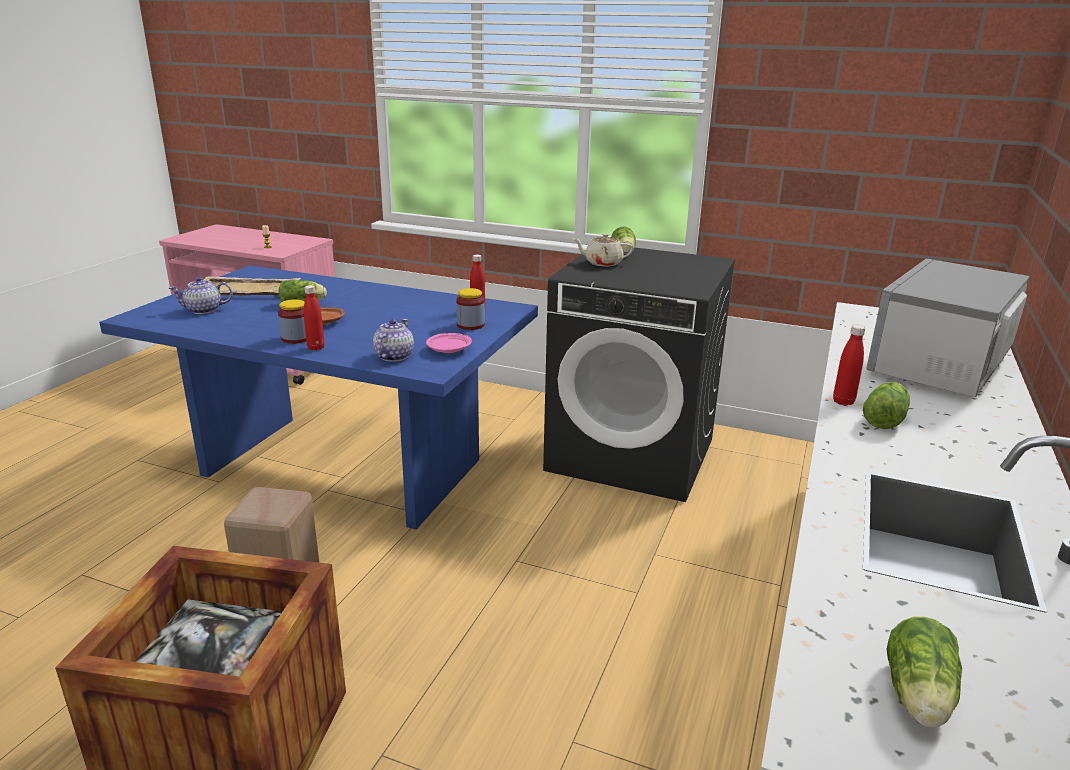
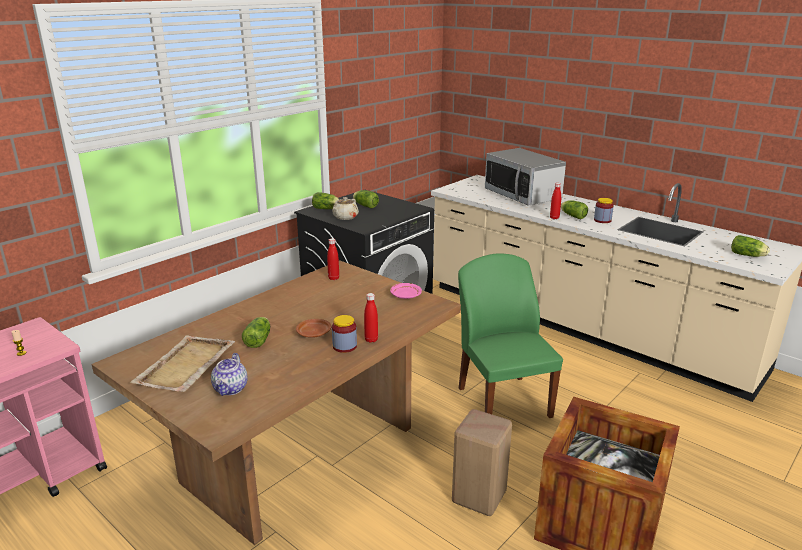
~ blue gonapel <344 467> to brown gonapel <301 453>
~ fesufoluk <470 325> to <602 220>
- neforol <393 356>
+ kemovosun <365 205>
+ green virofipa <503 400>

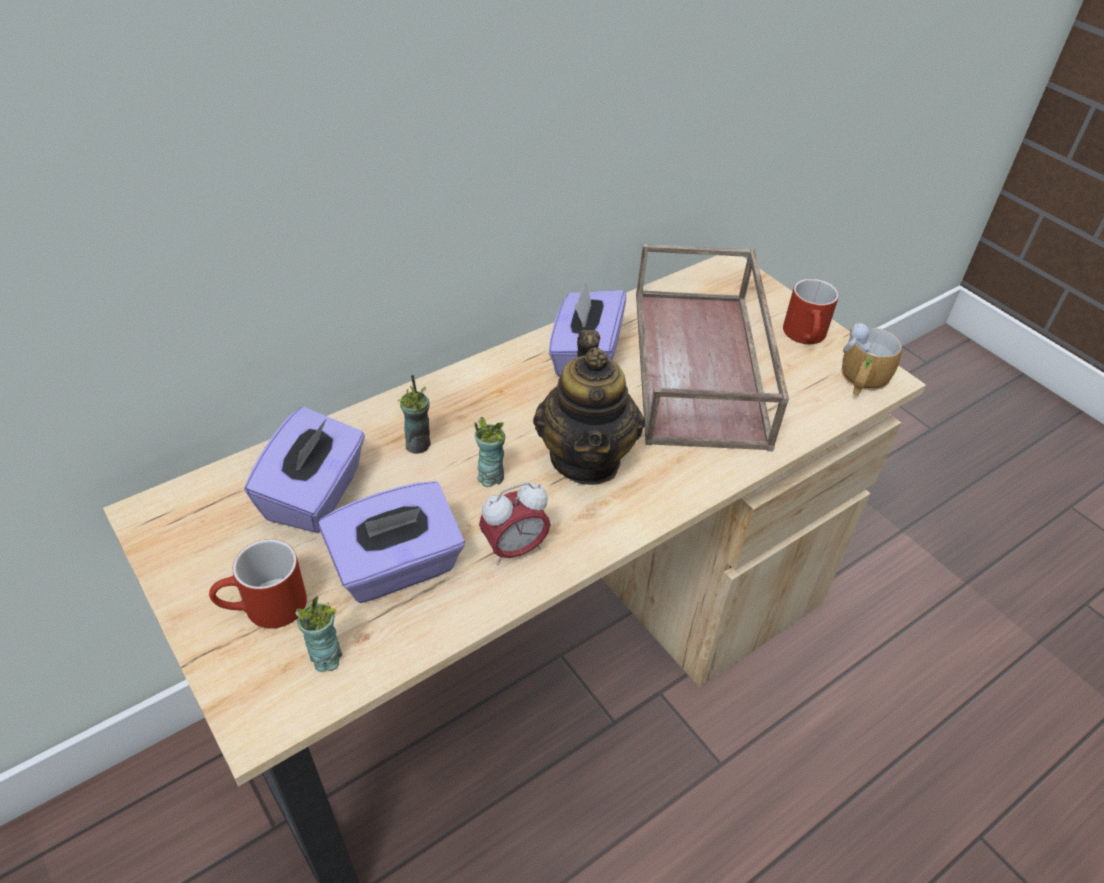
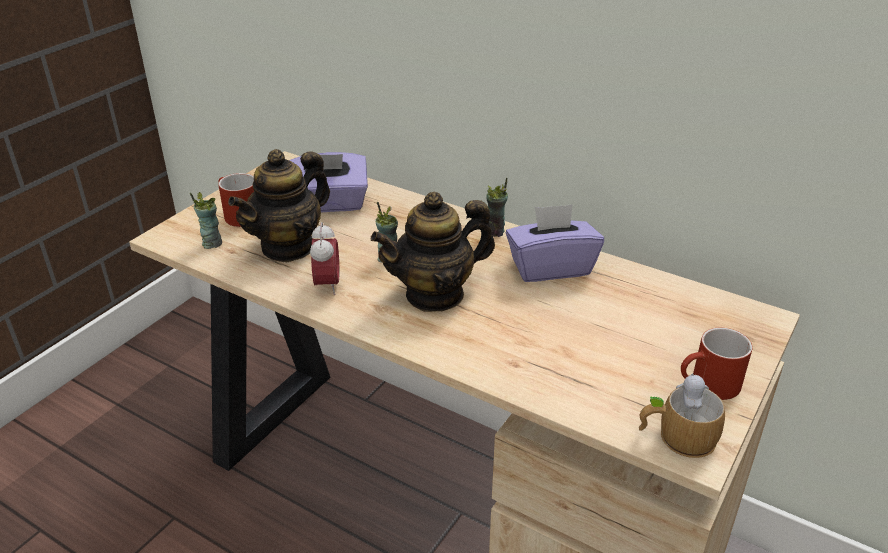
- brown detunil <701 367>
~ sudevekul <418 444> to <495 232>
~ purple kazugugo <397 567> to neforol <288 247>
~ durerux <514 549> = <327 285> 135 degrees counterclockwise

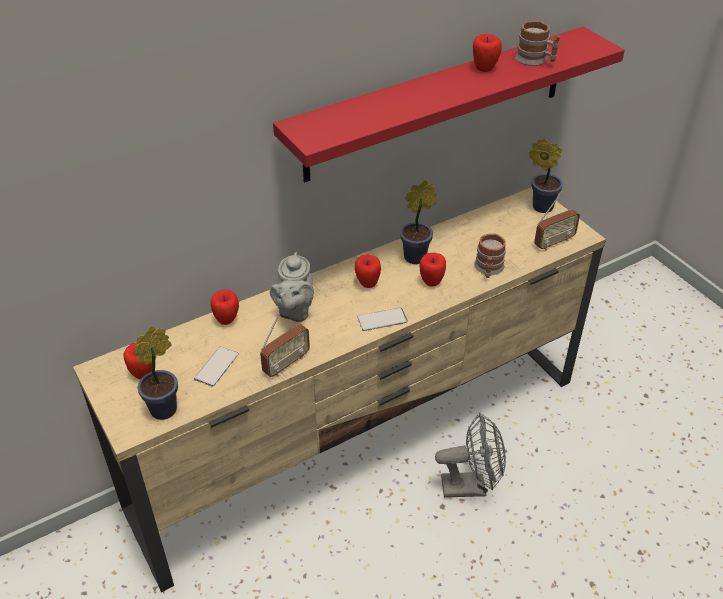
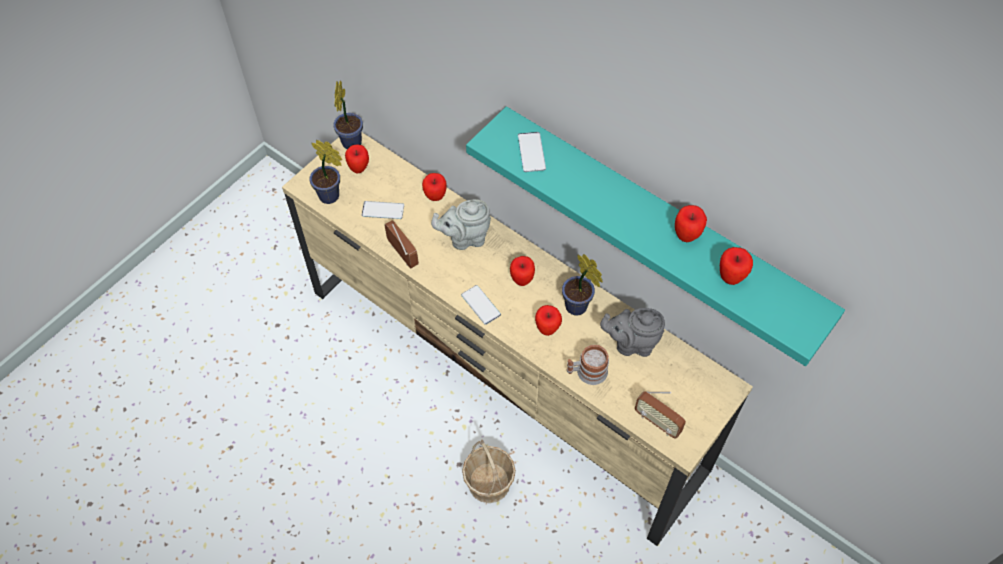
~ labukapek <536 60> to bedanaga <731 277>
~ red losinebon <438 103> to turquoise losinebon <659 224>
~ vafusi <540 206> to <352 140>
~ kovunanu <286 364> = <402 254> 150 degrees counterclockwise
~ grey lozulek <471 486> to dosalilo <489 482>
+ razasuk <531 152>
+ grey neforol <631 343>

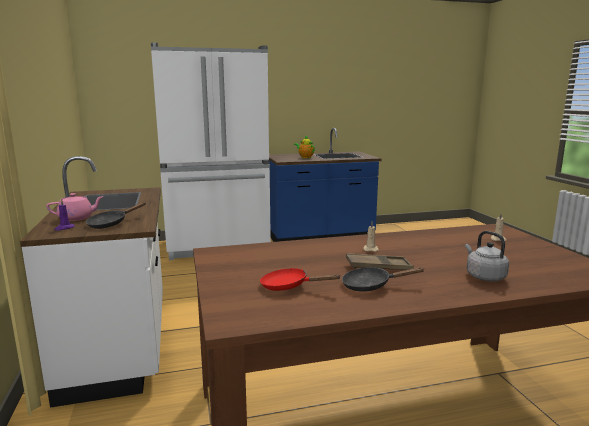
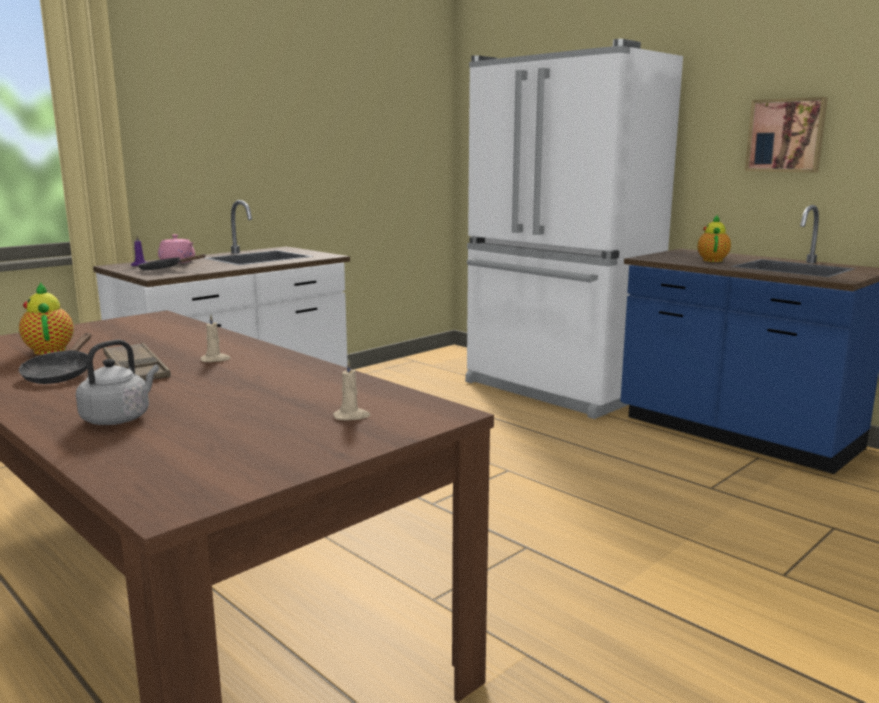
~ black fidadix <371 285> = <60 374> 150 degrees counterclockwise
~ red fidadix <289 286> to neforol <49 350>
+ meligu <786 135>

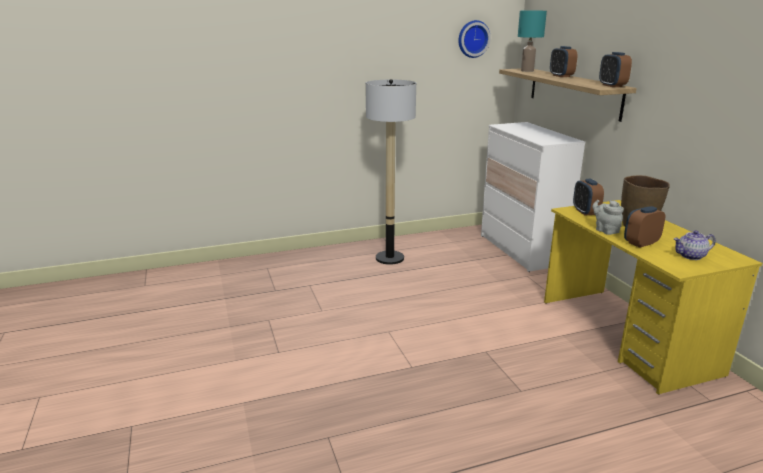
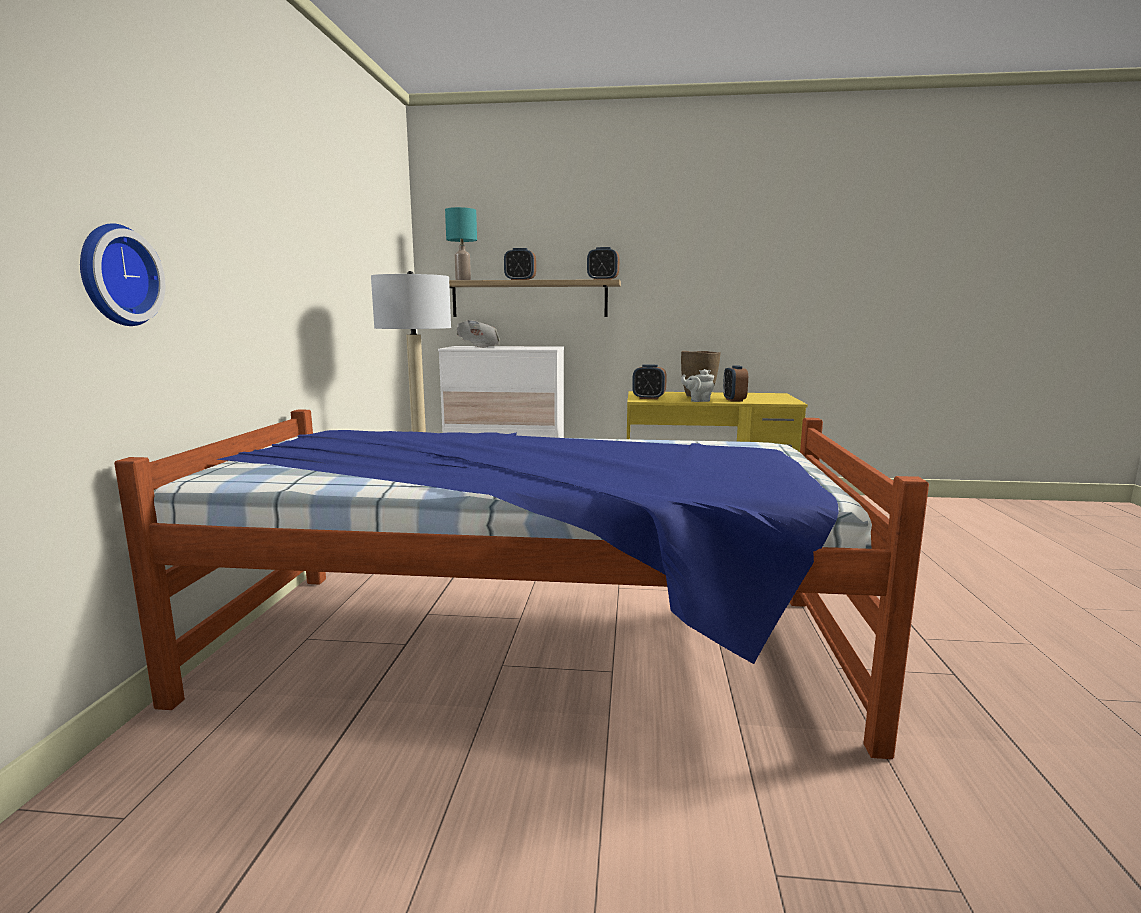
~ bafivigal <473 39> to <115 275>
- neforol <690 256>
+ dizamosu <478 346>
+ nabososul <529 648>

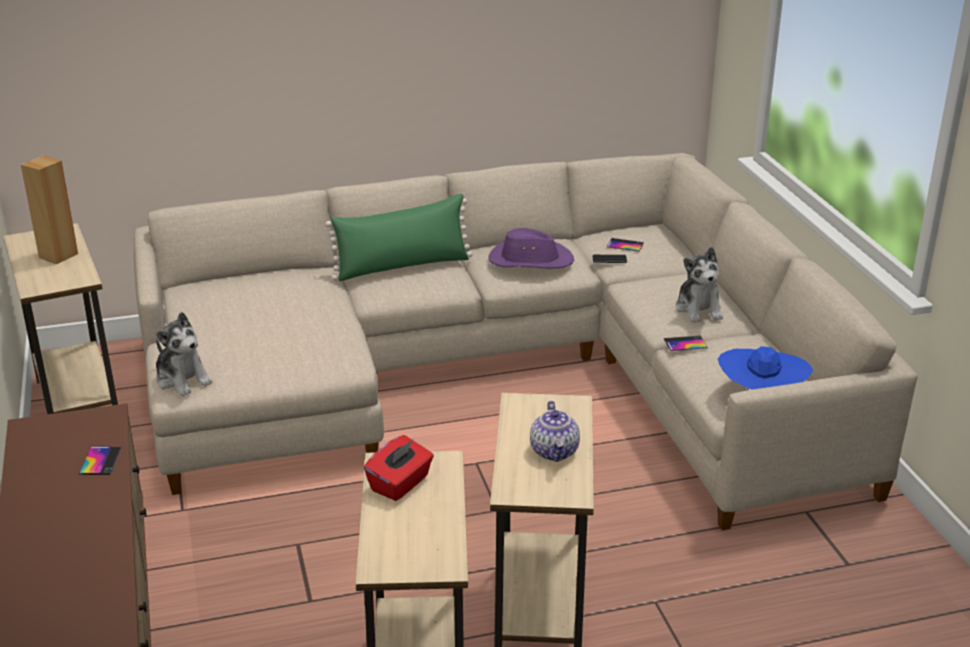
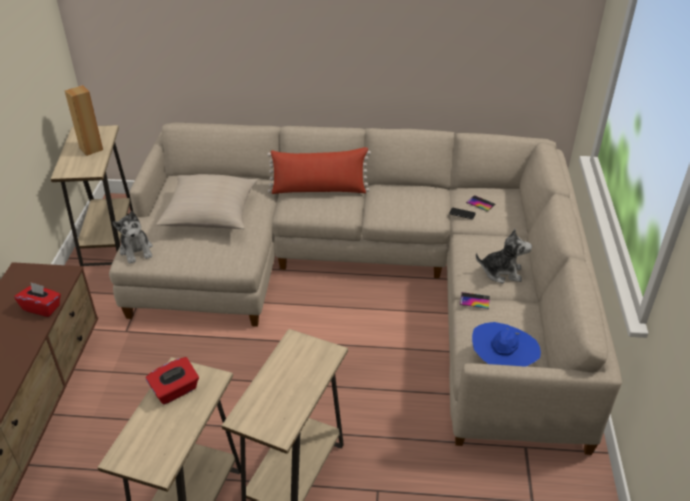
~ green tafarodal <402 266> to red tafarodal <319 190>
- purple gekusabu <530 260>
~ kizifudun <698 309> = <501 272> 90 degrees counterclockwise
- neforol <555 452>
~ razasuk <100 461> to red kazugugo <42 308>
+ beige tafarodal <210 214>

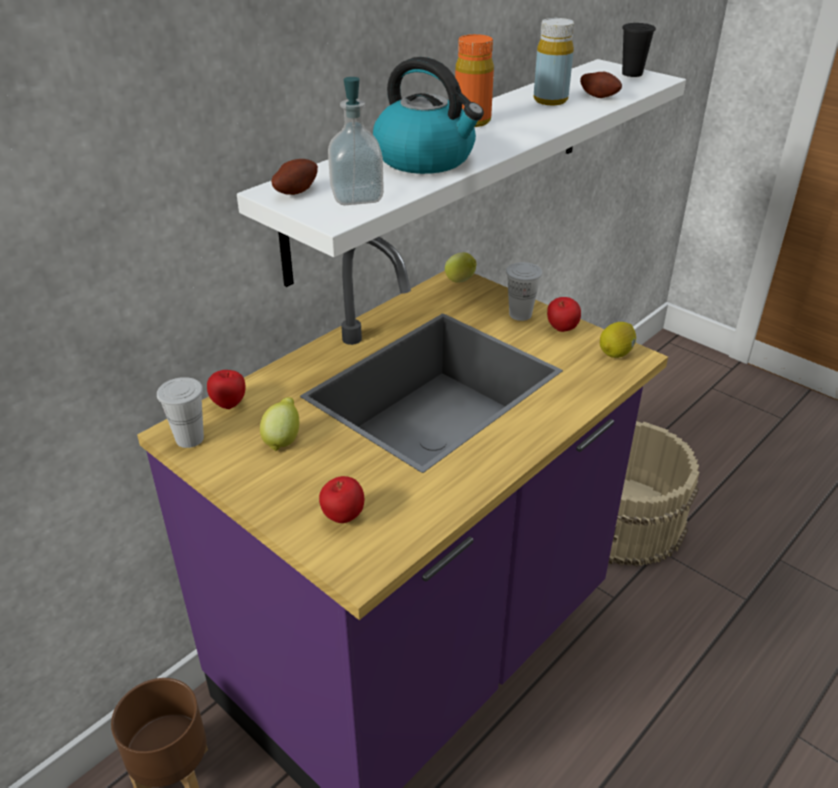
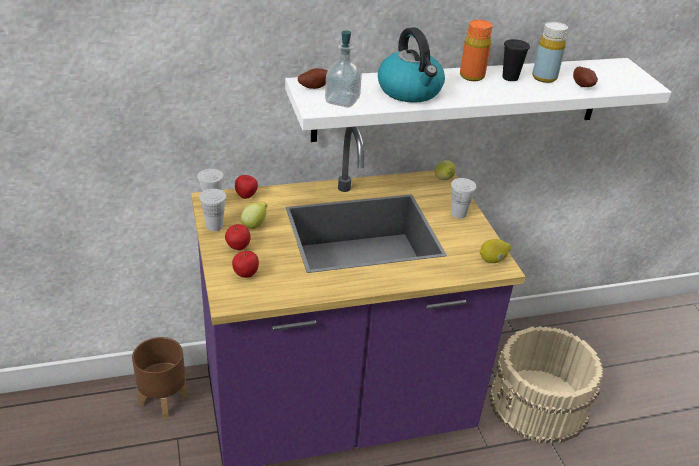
~ black sudevekul <632 74> to <510 77>
~ bedanaga <561 330> to <238 248>
+ white sudevekul <214 226>

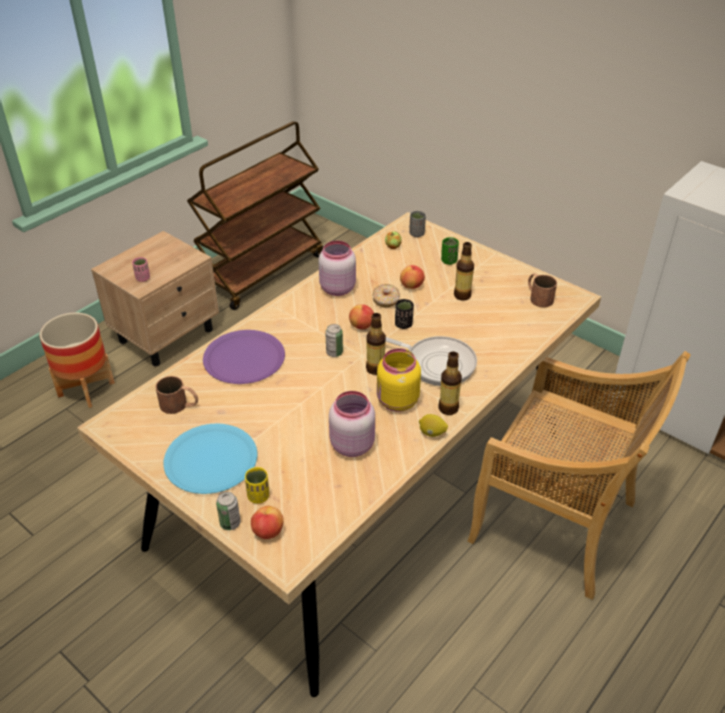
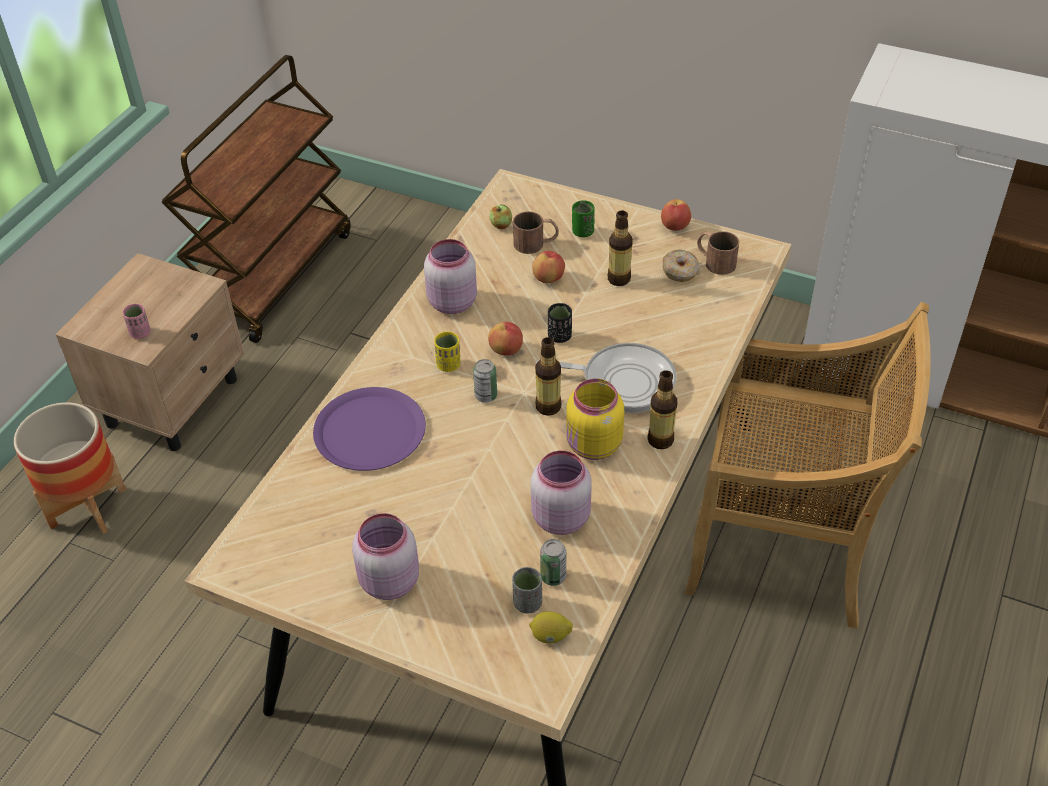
~ grey sudevekul <416 234> to <527 603>
~ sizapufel <386 300> to <680 271>
~ brown labukapek <180 405> to <536 243>
~ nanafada <432 433> to <550 636>
~ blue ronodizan <211 459> to pink fesufoluk <387 581>
~ yellow sudevekul <258 496> to <448 365>
~ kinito <230 523> to <553 576>
~ bedanaga <268 532> to <675 226>

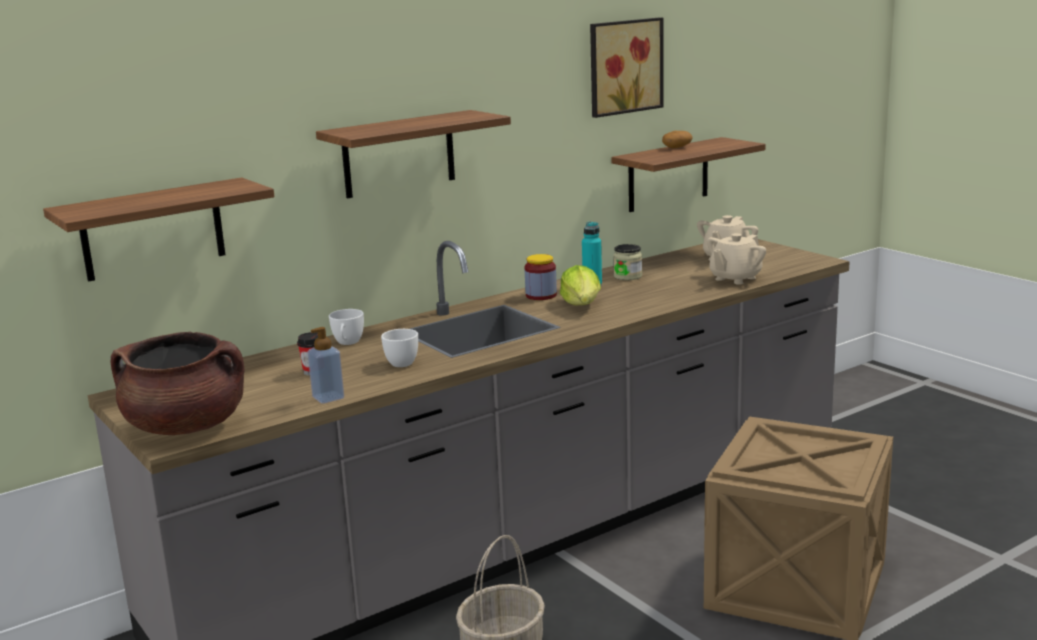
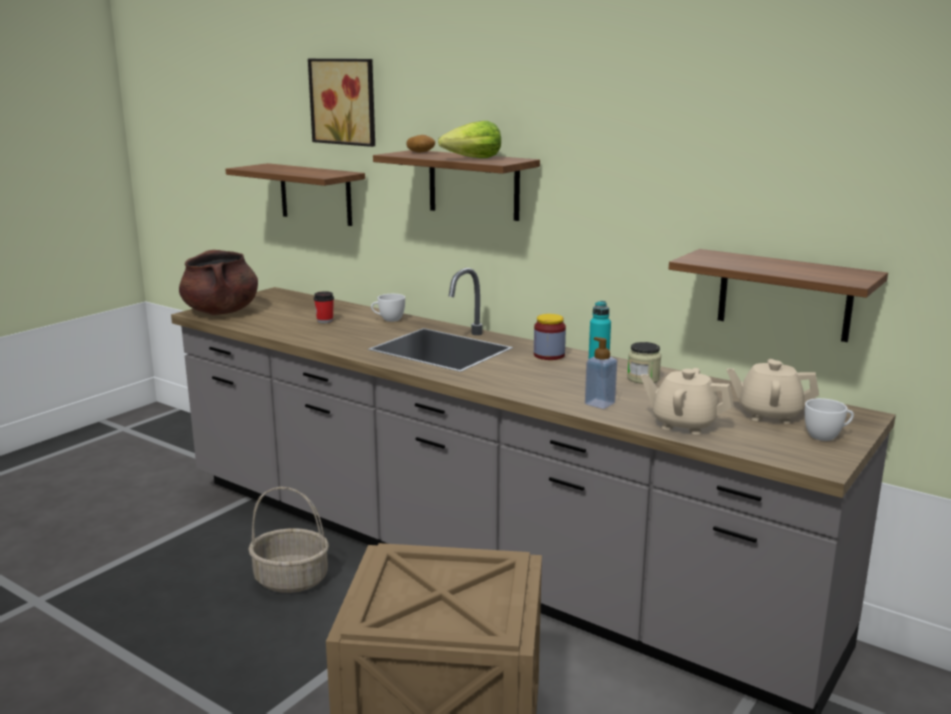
~ meligu <623 66> to <345 101>
~ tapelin <677 147> to <421 152>
~ kemovosun <582 305> to <473 159>
~ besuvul <328 398> to <599 404>
~ white sudevekul <403 362> to <827 436>

